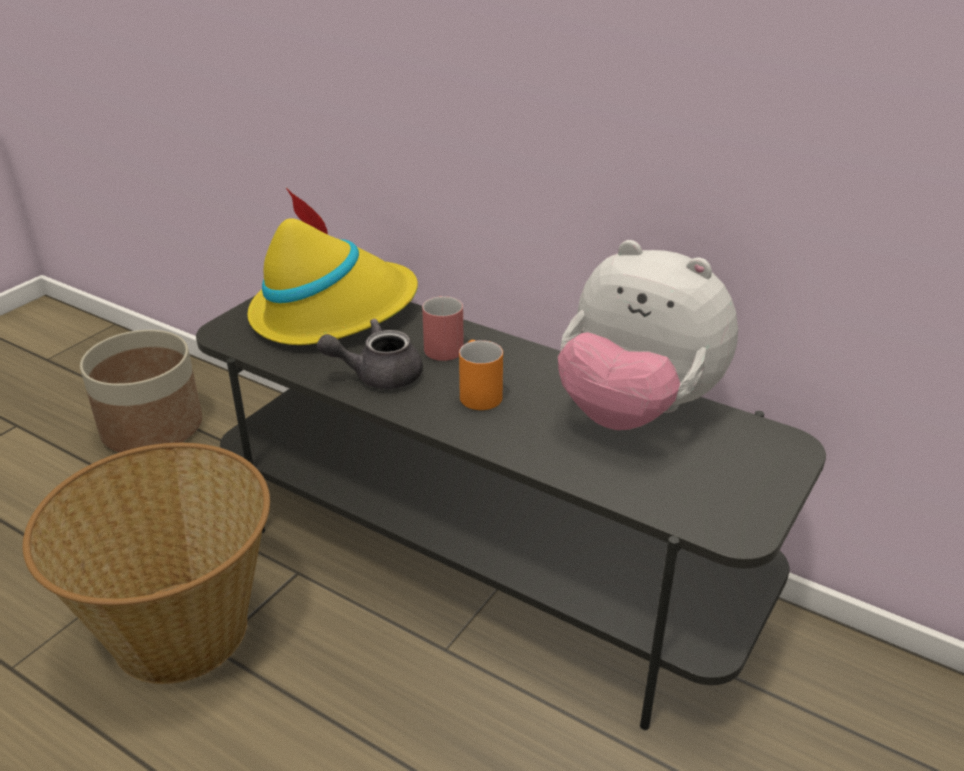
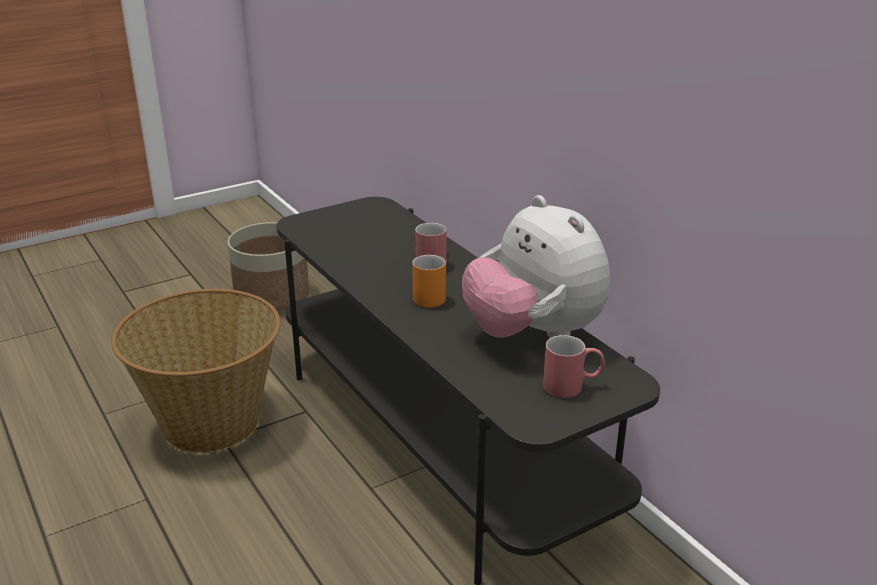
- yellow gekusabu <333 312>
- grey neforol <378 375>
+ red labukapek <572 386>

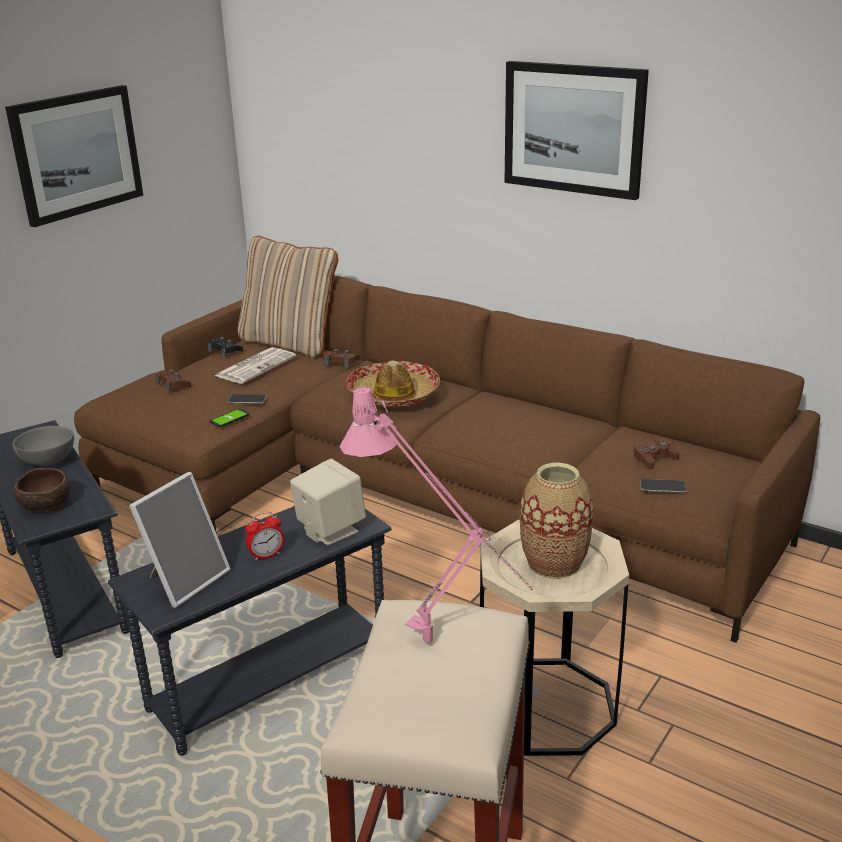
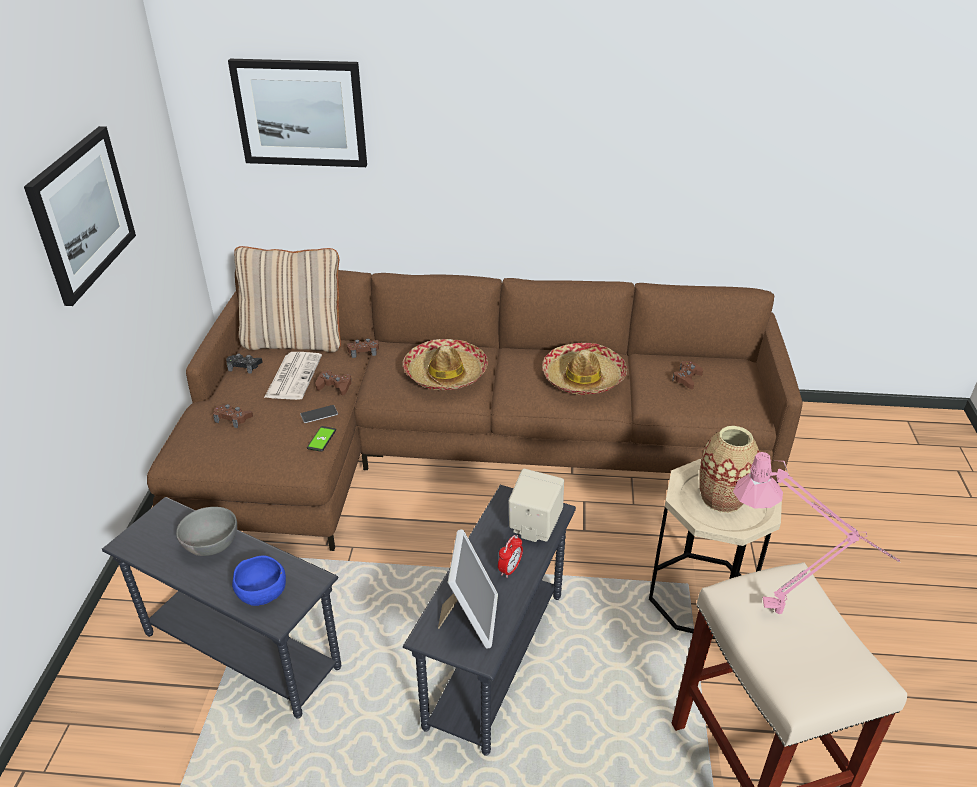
~ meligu <573 128> to <300 113>
~ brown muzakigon <46 505> to blue muzakigon <263 592>
- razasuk <663 486>
+ gekusabu <583 378>
+ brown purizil <334 386>

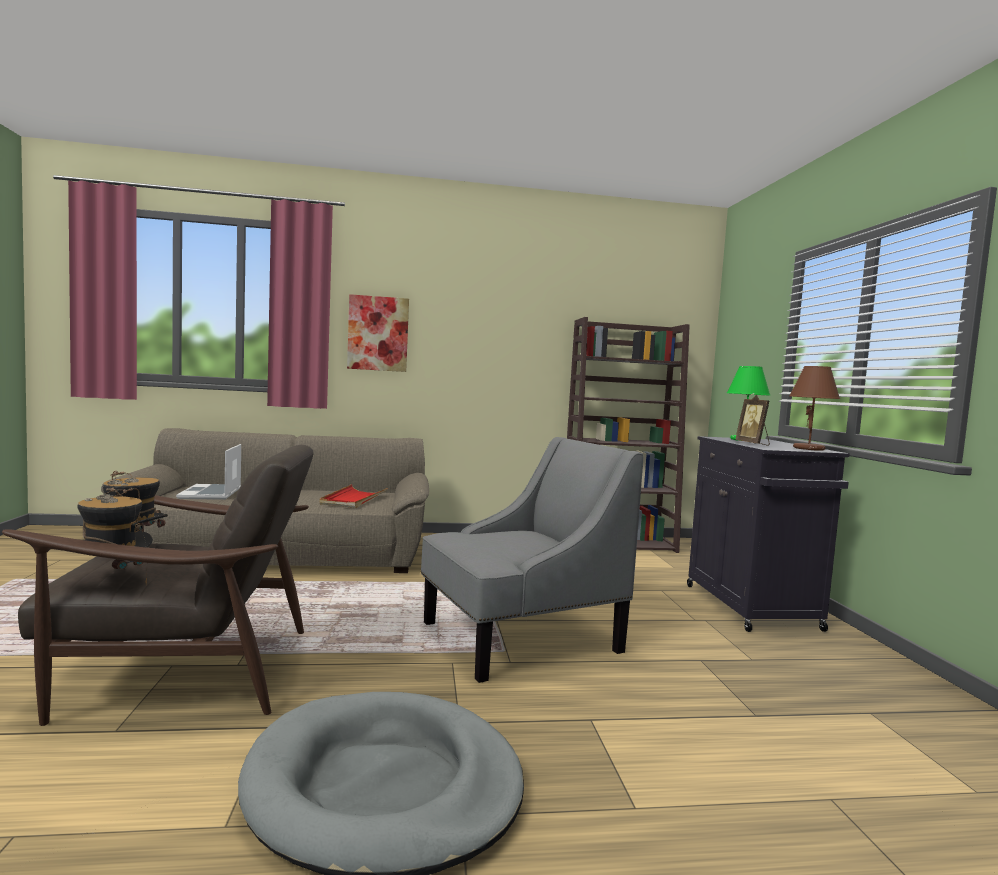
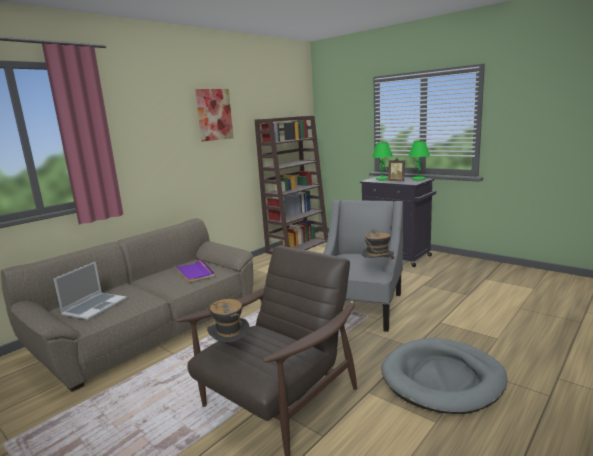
~ meligu <378 333> to <214 114>
~ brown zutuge <809 449> to green zutuge <419 179>
~ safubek <211 494> = <95 307> 105 degrees counterclockwise
~ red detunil <354 499> to purple detunil <194 272>
~ gekusabu <111 582> to <377 268>

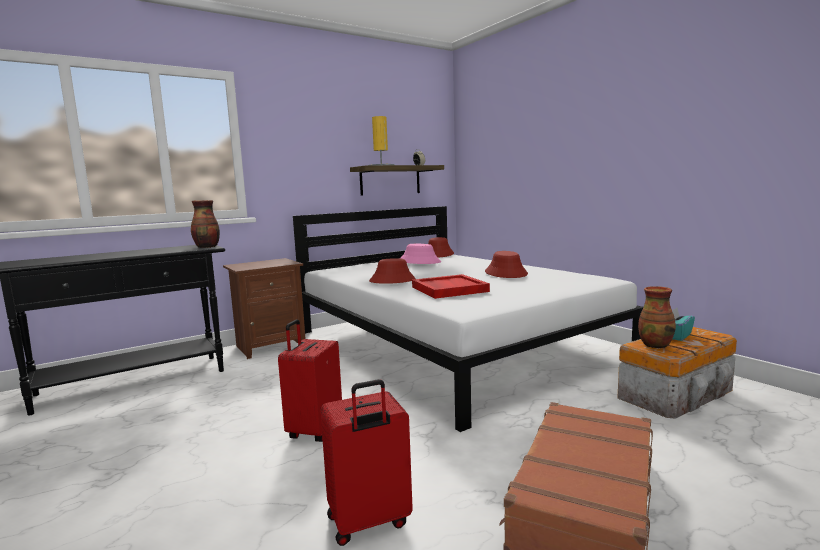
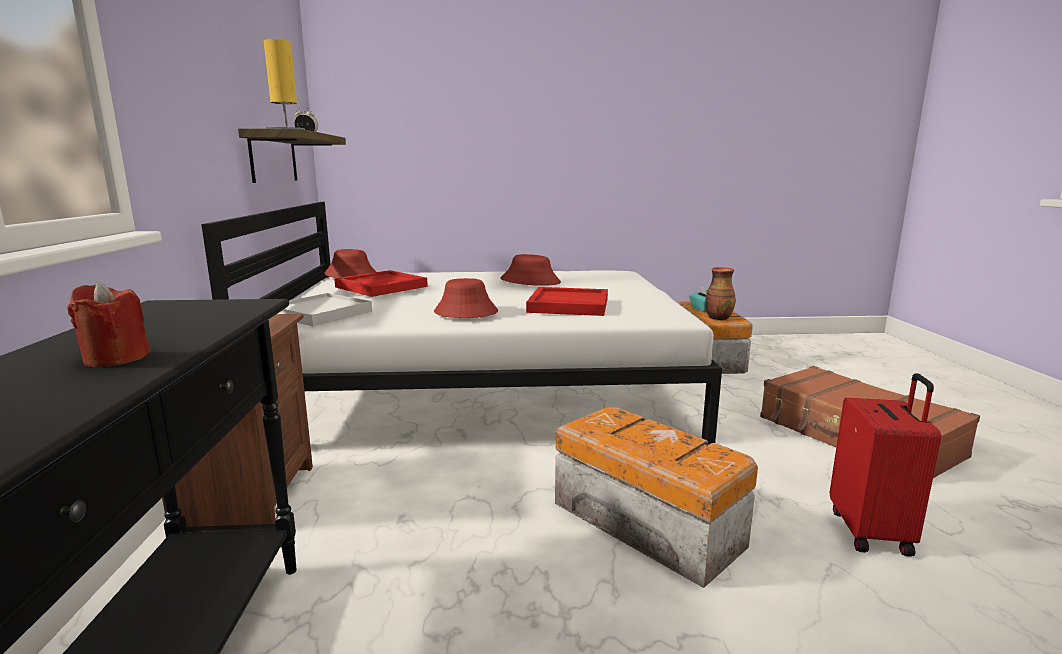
- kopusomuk <207 247>
~ pink gekusabu <419 262> to red detunil <381 286>
~ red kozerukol <314 430> to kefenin <646 522>
+ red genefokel <116 358>
+ white detunil <320 313>

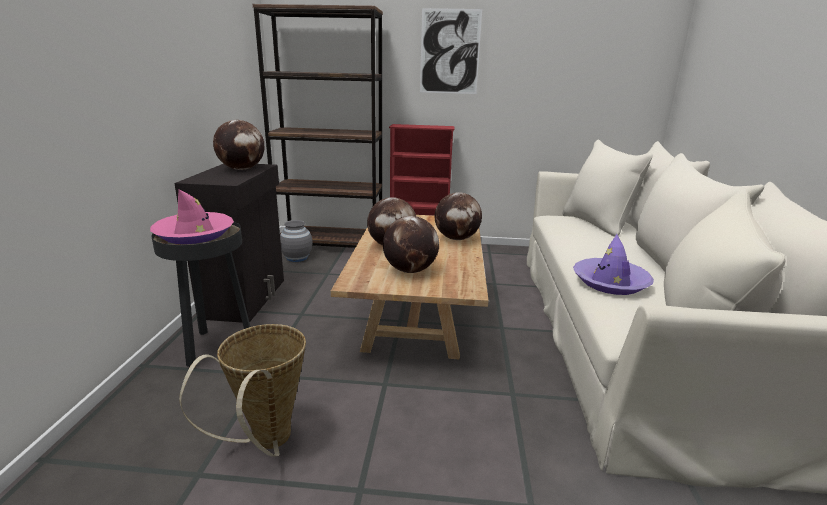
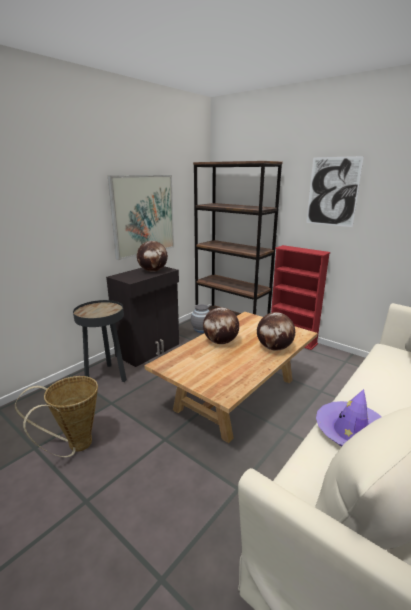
- pink gekusabu <194 234>
- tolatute <410 270>
+ meligu <143 215>

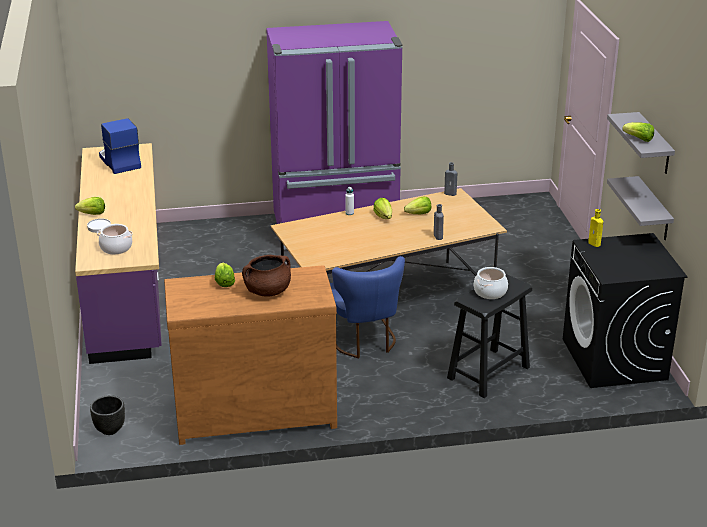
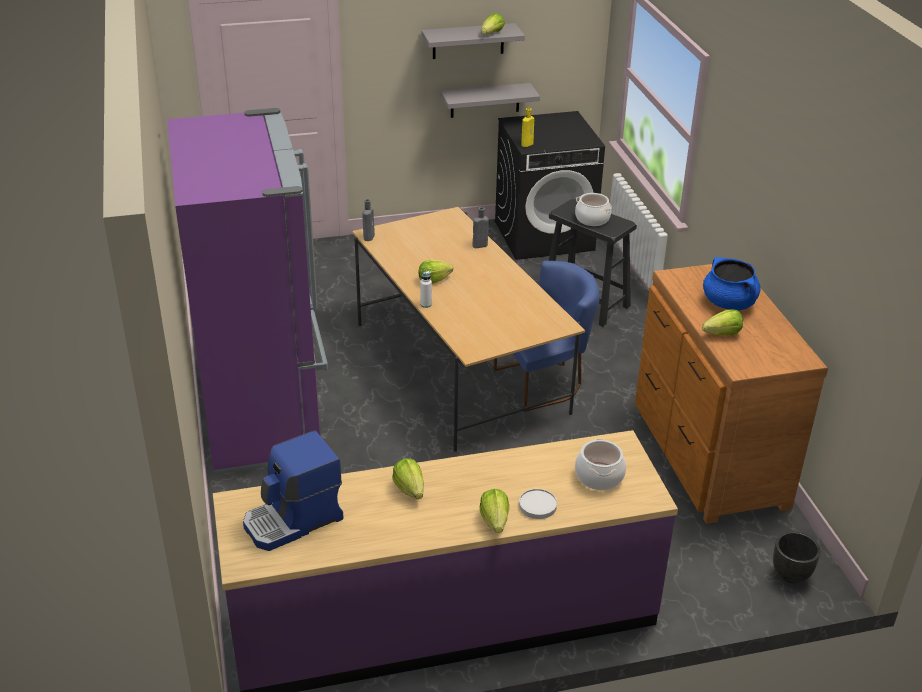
~ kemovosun <419 214> to <410 489>
~ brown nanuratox <267 291> to blue nanuratox <729 303>

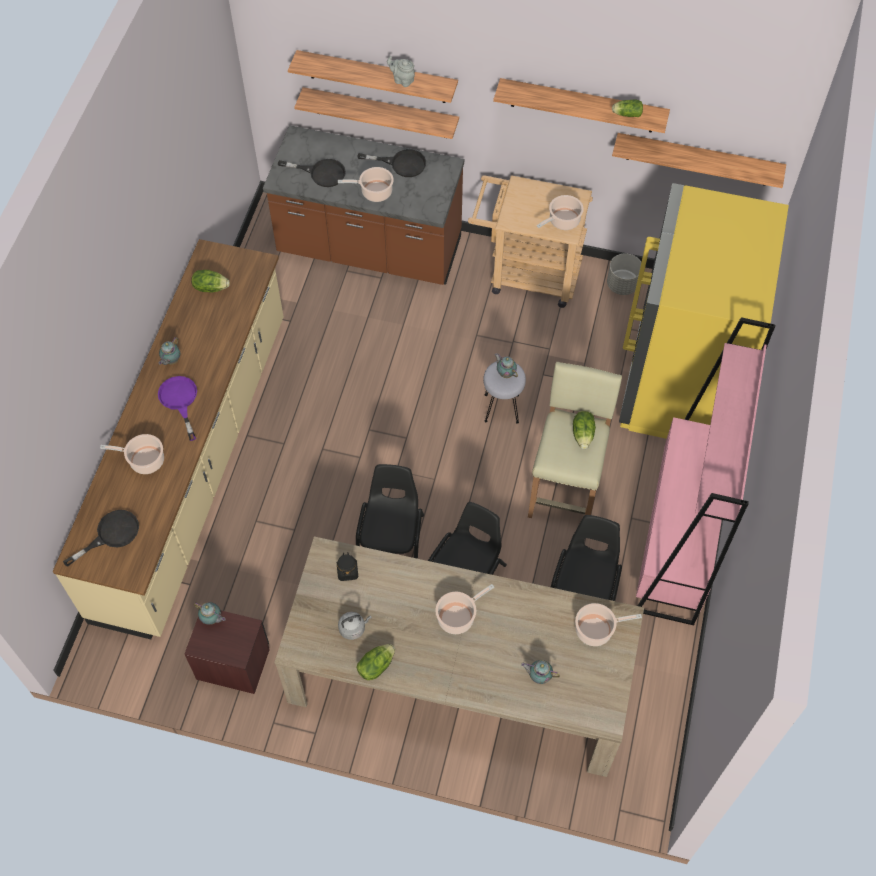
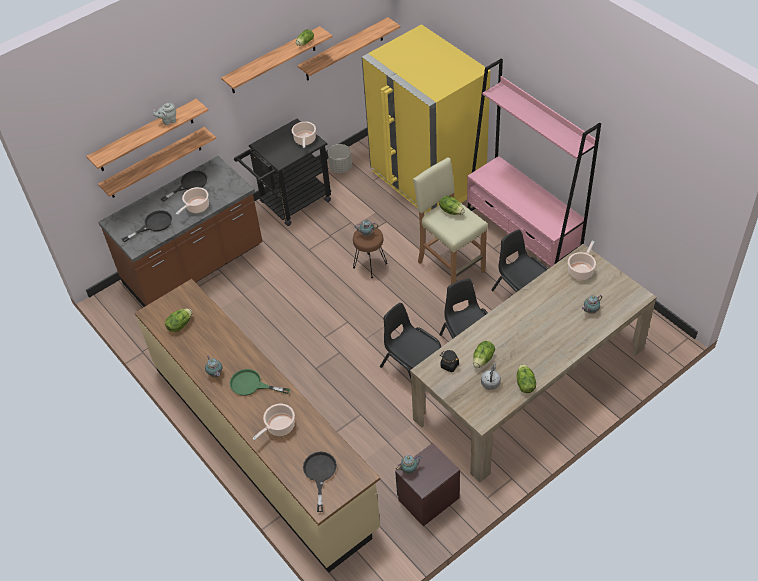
~ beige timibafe <526 274> to black timibafe <290 204>
~ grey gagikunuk <502 408> to brown gagikunuk <370 265>
~ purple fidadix <180 401> to green fidadix <251 385>
- nanuratox <458 617>
+ kemovosun <483 359>

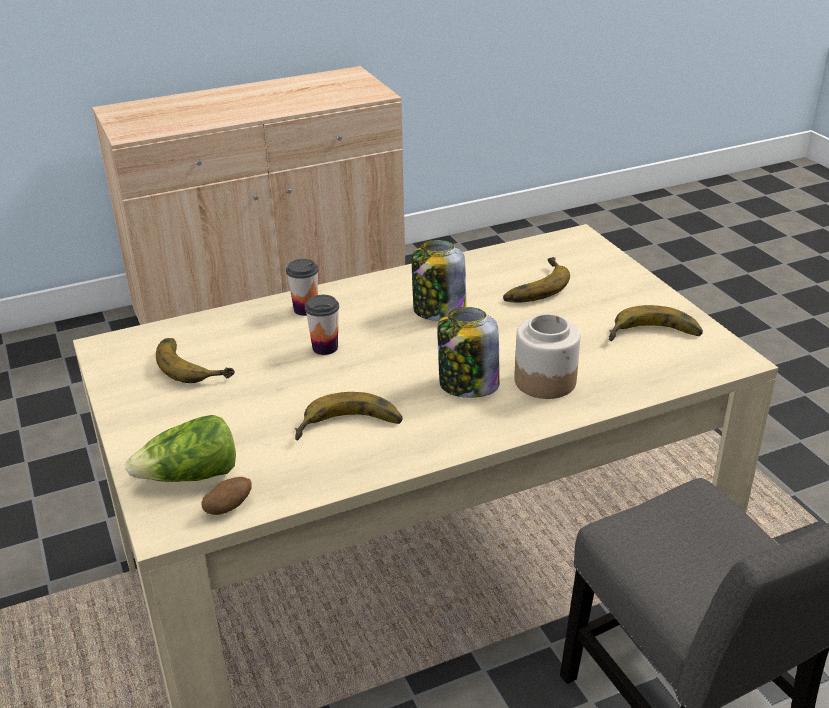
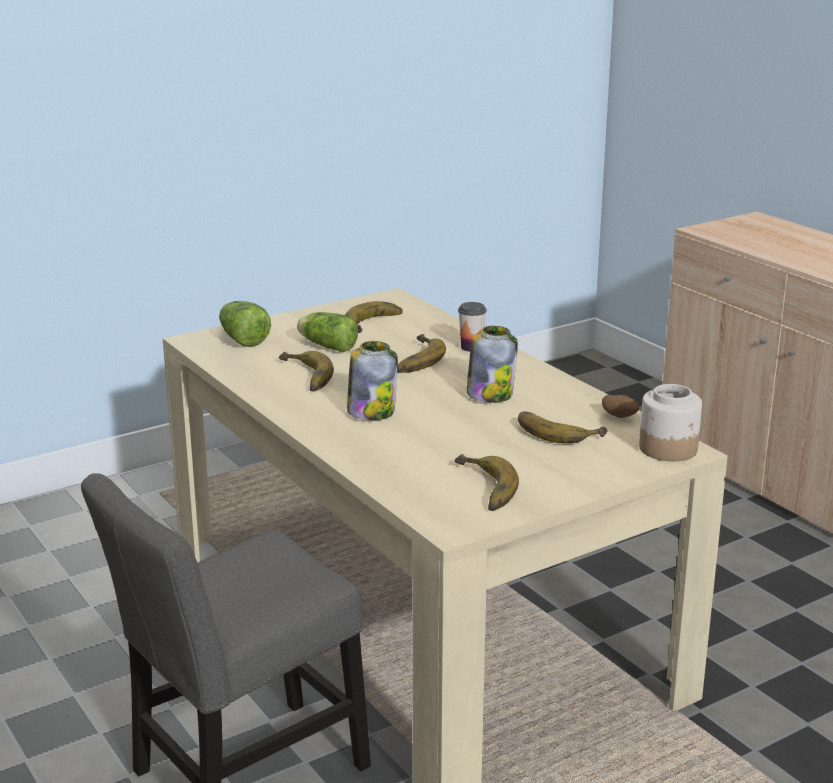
~ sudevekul <325 347> to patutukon <413 359>
~ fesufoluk <545 381> to <669 449>
~ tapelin <228 508> to <619 417>
+ kemovosun <326 346>

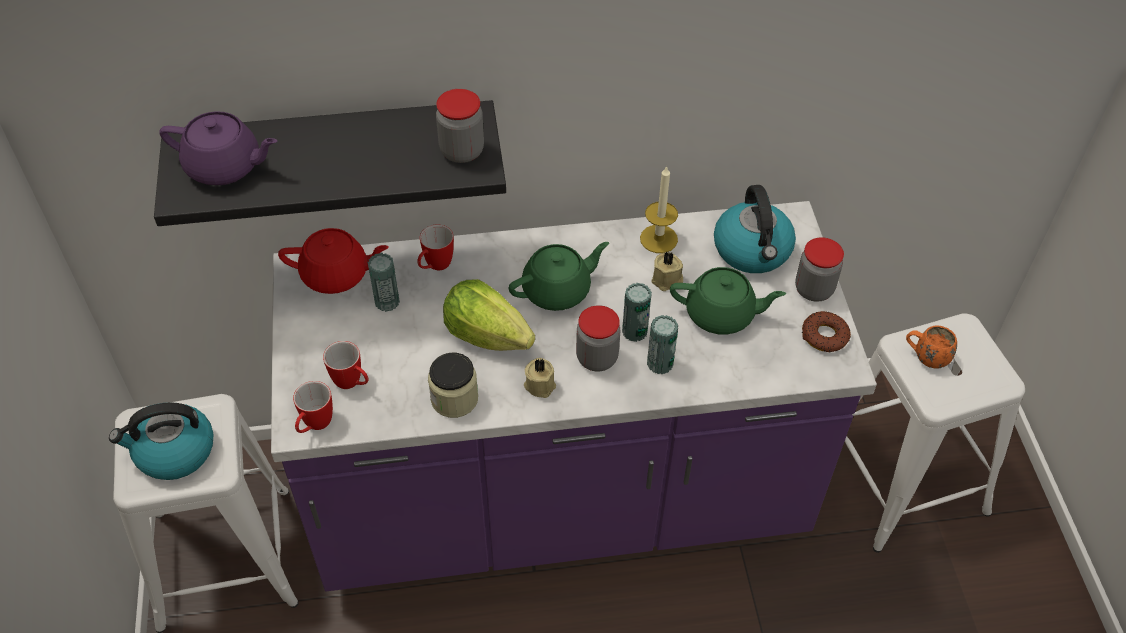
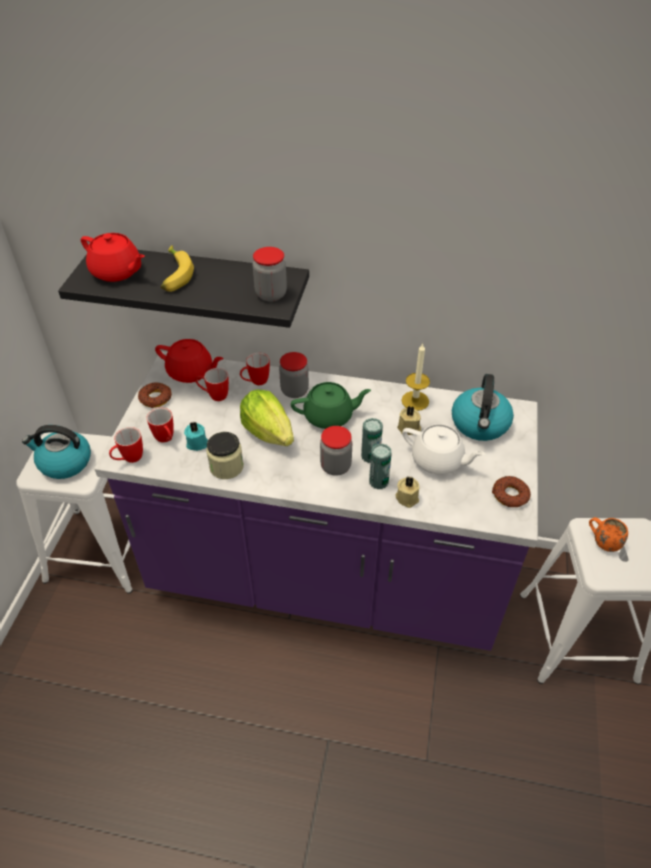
~ purple neforol <225 167> to red neforol <117 272>
~ fesufoluk <814 289> to <294 391>
~ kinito <387 301> to labukapek <214 395>
~ green neforol <721 314> to white neforol <438 461>
~ beige genefokel <540 384> to <407 497>
+ patutukon <174 275>
+ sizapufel <155 398>
+ turquoise genefokel <196 443>

